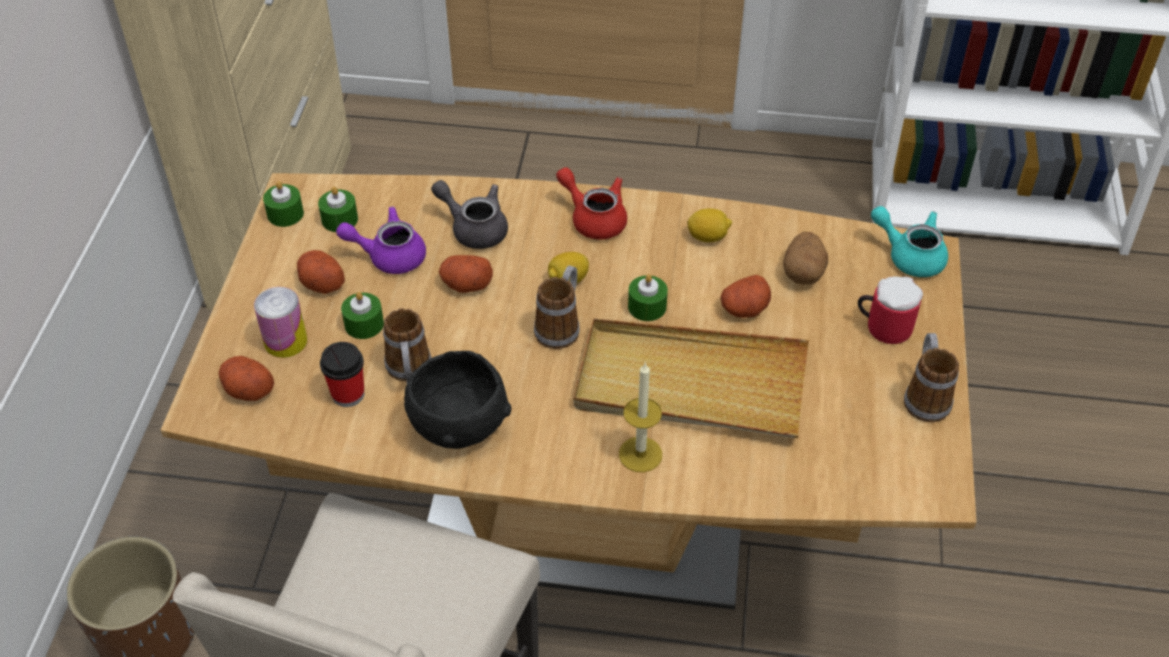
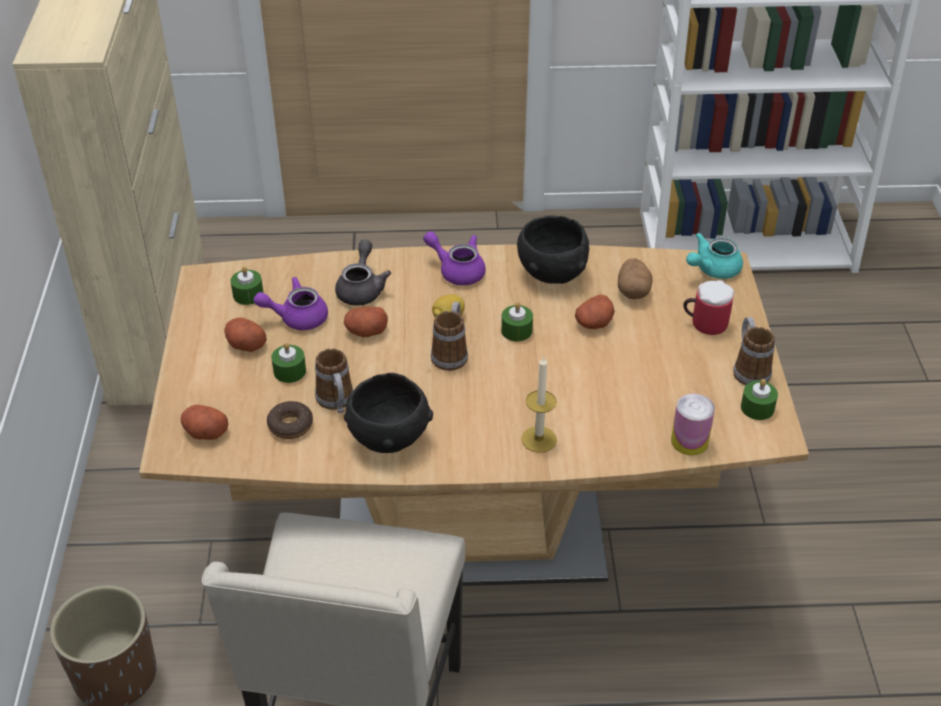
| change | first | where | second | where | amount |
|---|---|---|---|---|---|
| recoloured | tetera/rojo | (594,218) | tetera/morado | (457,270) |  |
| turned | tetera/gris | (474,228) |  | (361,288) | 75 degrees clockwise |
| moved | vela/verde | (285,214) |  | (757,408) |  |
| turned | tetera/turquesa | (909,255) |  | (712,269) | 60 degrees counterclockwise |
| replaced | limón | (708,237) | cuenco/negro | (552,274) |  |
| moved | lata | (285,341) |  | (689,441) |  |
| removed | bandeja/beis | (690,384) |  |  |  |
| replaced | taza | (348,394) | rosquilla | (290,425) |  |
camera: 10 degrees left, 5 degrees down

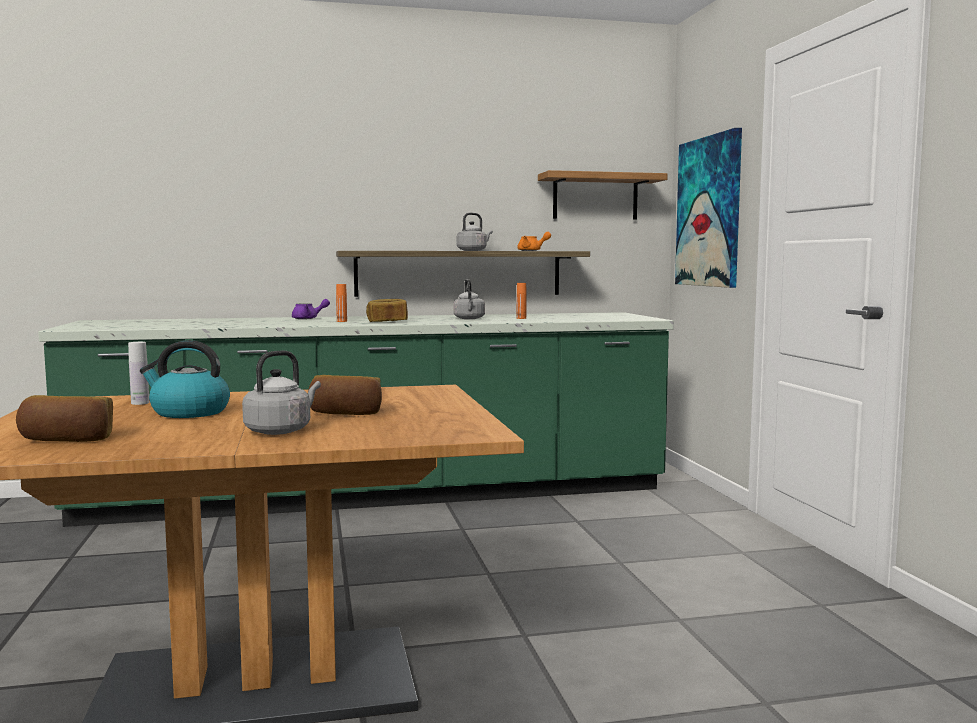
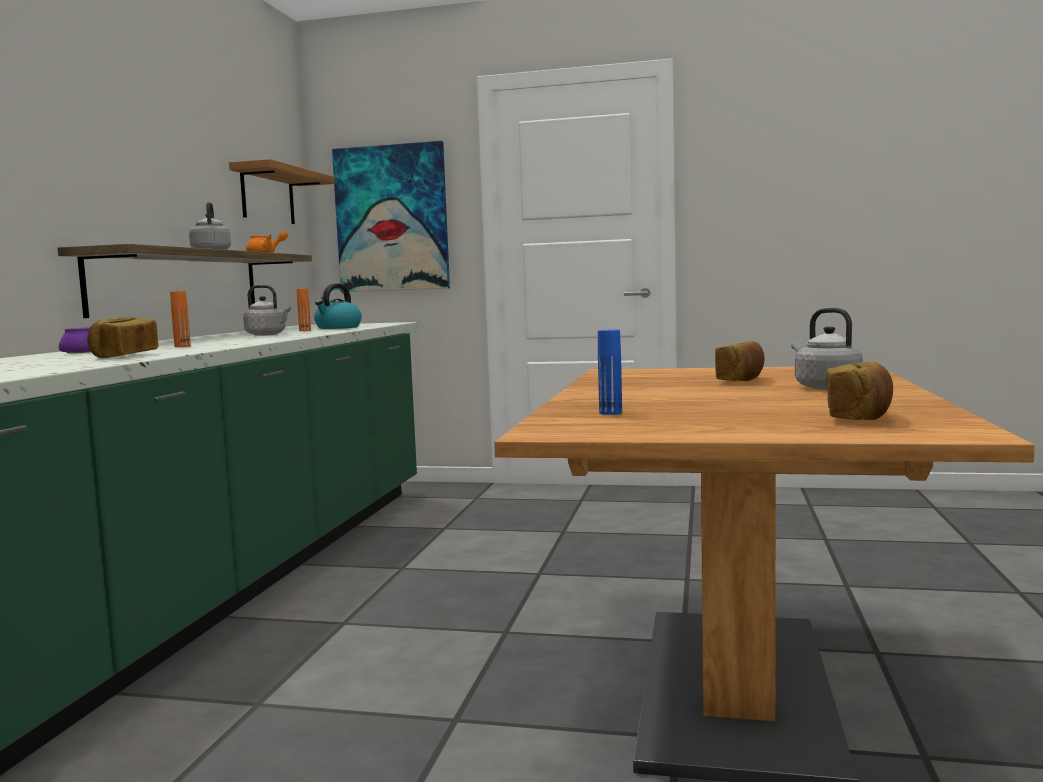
| change | first | where | second | where | amount |
|---|---|---|---|---|---|
| moved | pan | (387,321) |  | (123,356) |  |
| moved | hervidor | (188,412) |  | (338,328) |  |
| recoloured | botella/blanco | (140,403) | botella/azul | (610,413) |  |
camera: 65 degrees left, 0 degrees up

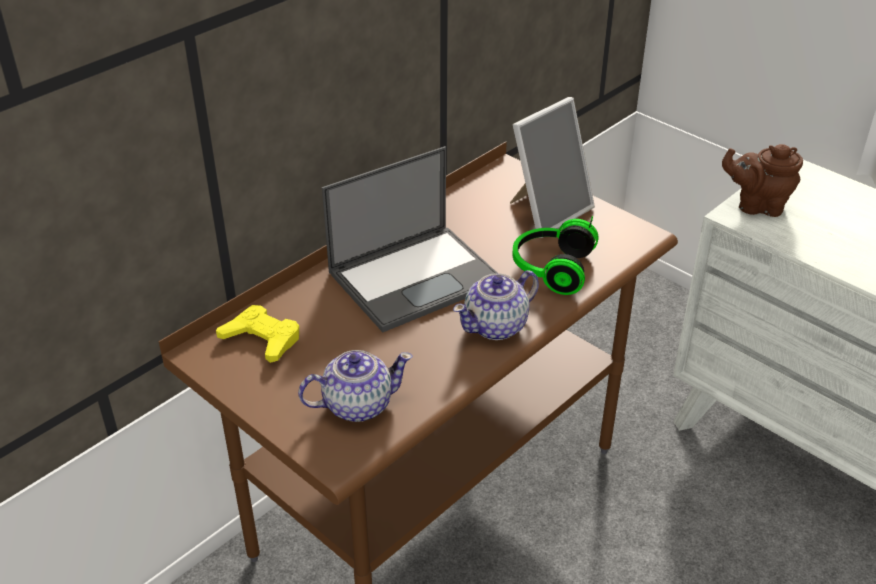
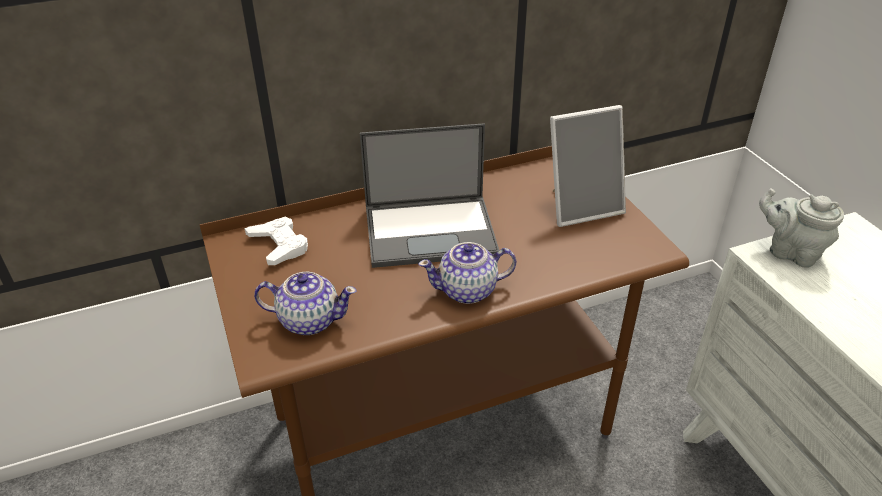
| change | first | where | second | where | amount |
|---|---|---|---|---|---|
| recoloured | tetera/marrón | (757,205) | tetera/gris | (790,252) |  |
| removed | auriculares | (550,269) |  |  |  |
| recoloured | mando de consola/amarillo | (262,339) | mando de consola/blanco | (279,245) |  |
camera: 25 degrees right, 0 degrees up

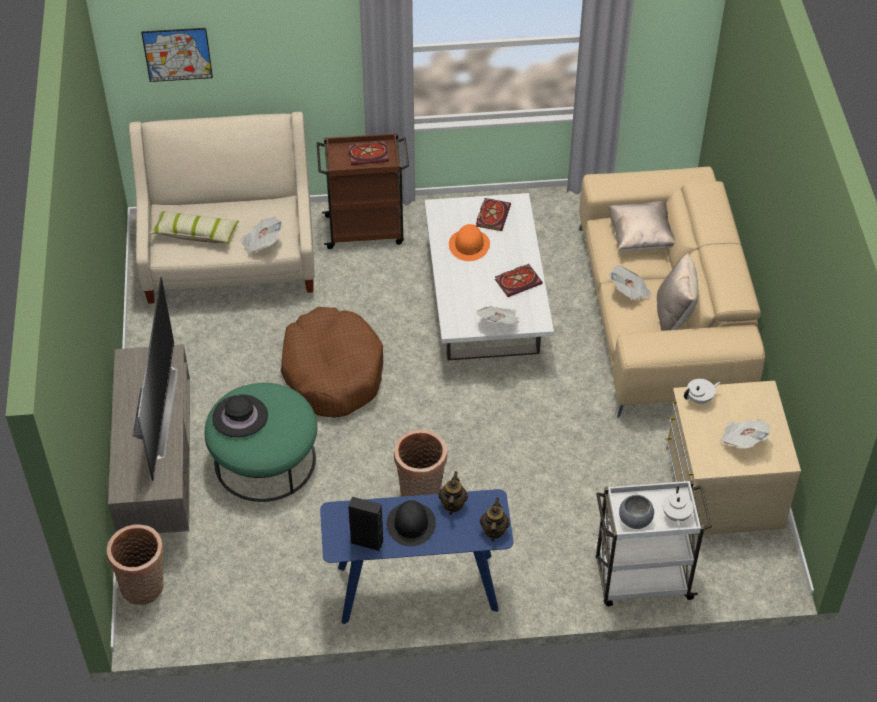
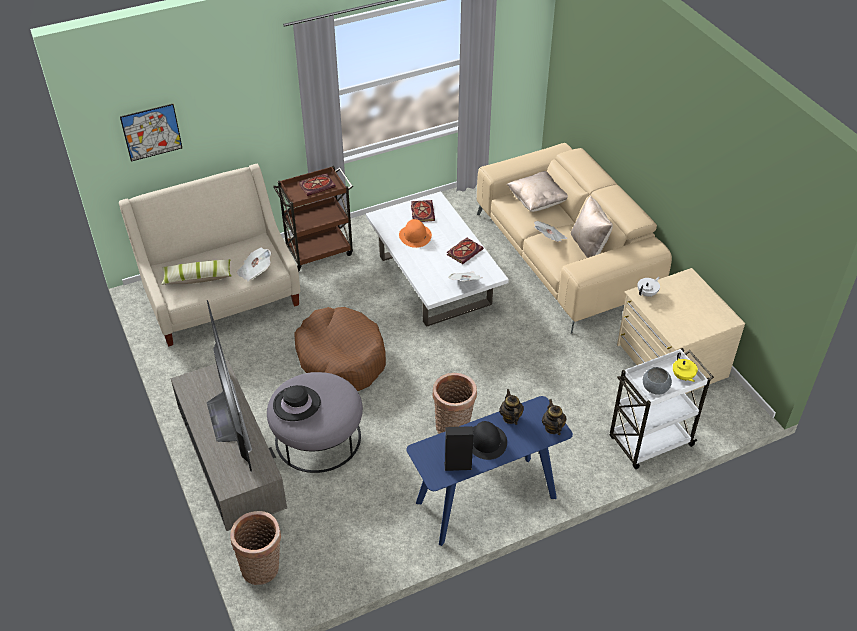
| change | first | where | second | where | amount |
|---|---|---|---|---|---|
| recoloured | puf/verde | (264,460) | puf/gris | (317,438) |  |
| removed | periódico | (742,440) |  |  |  |
| recoloured | tetera/blanco | (676,515) | tetera/amarillo | (682,377) |  |
camera: 20 degrees left, 5 degrees down

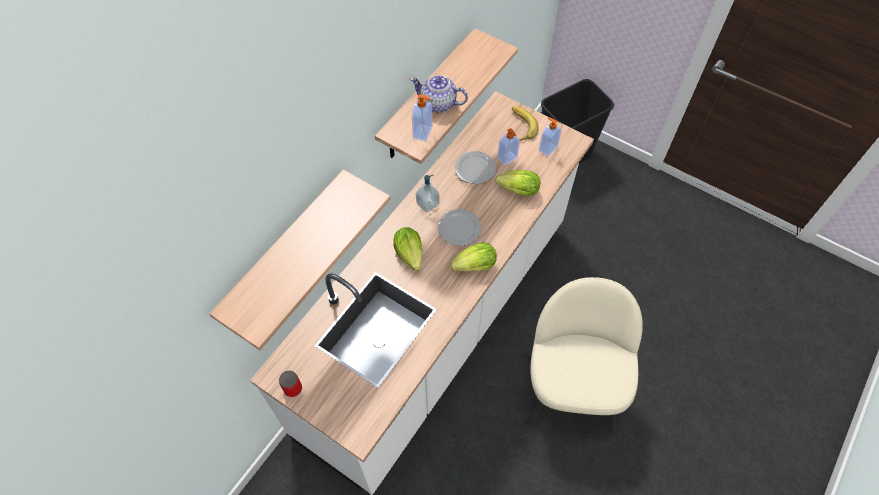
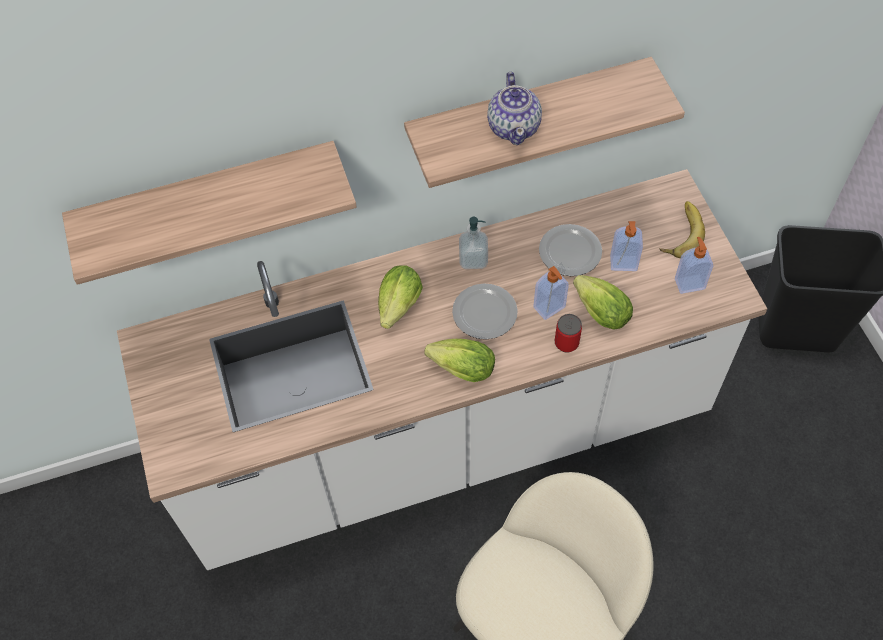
| change | first | where | second | where | amount |
|---|---|---|---|---|---|
| turned | tetera | (438,104) |  | (514,127) | 150 degrees counterclockwise |
| moved | dispensador de jabón | (423,133) |  | (550,308) |  |
| moved | lata | (293,388) |  | (566,343) |  |
camera: 40 degrees right, 0 degrees up

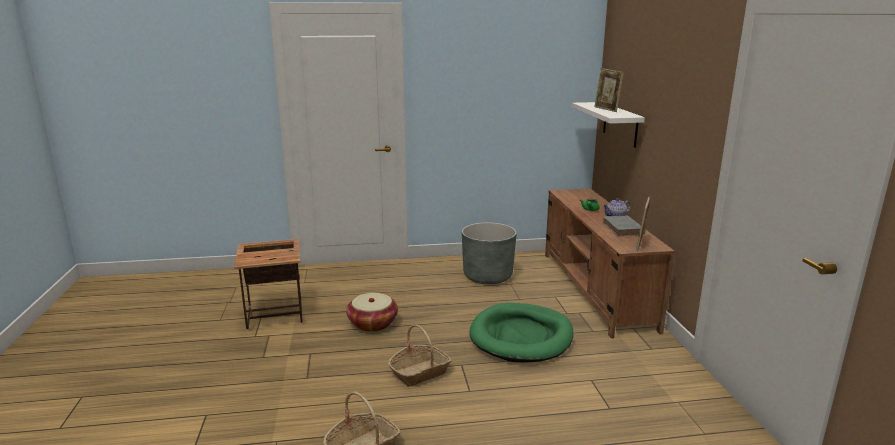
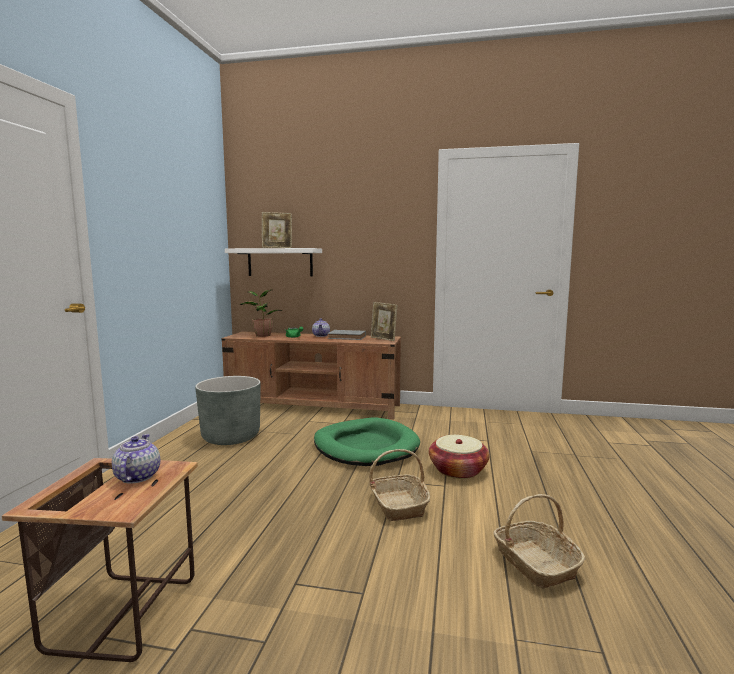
| change | first | where | second | where | amount |
|---|---|---|---|---|---|
| moved | cesta | (373,323) |  | (458,470) |  |
| added |  |  | planta en maceta | (262,335) |  |
| added |  |  | tetera | (136,477) |  |
camera: 70 degrees left, 10 degrees down

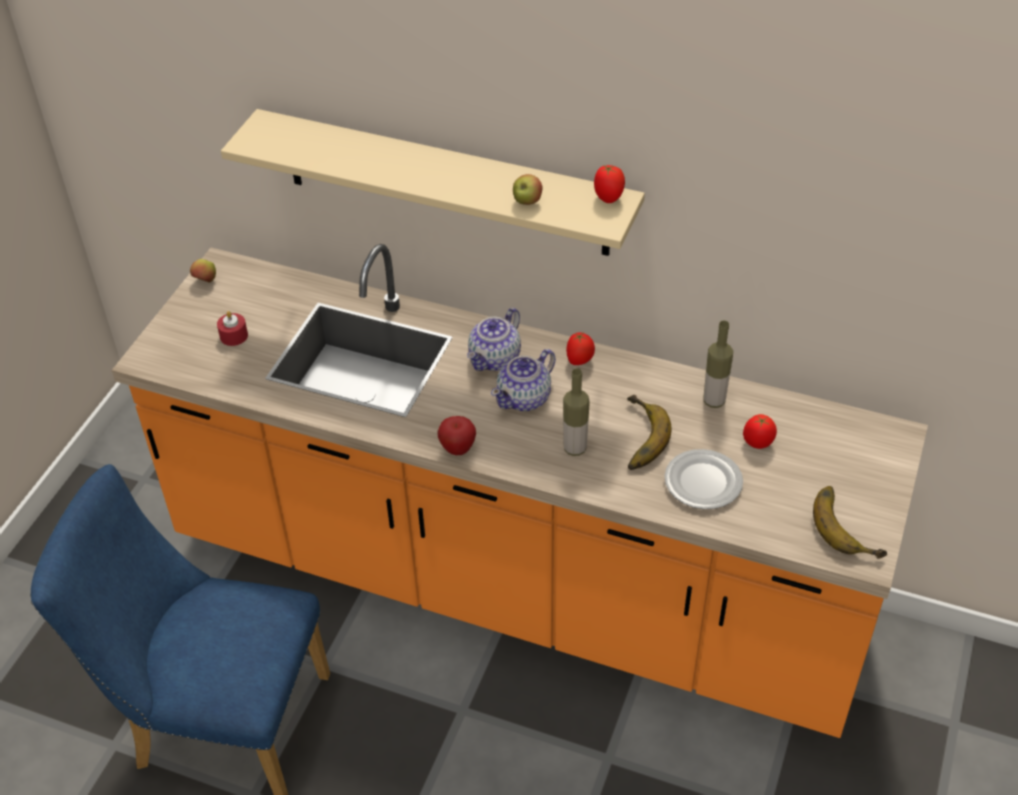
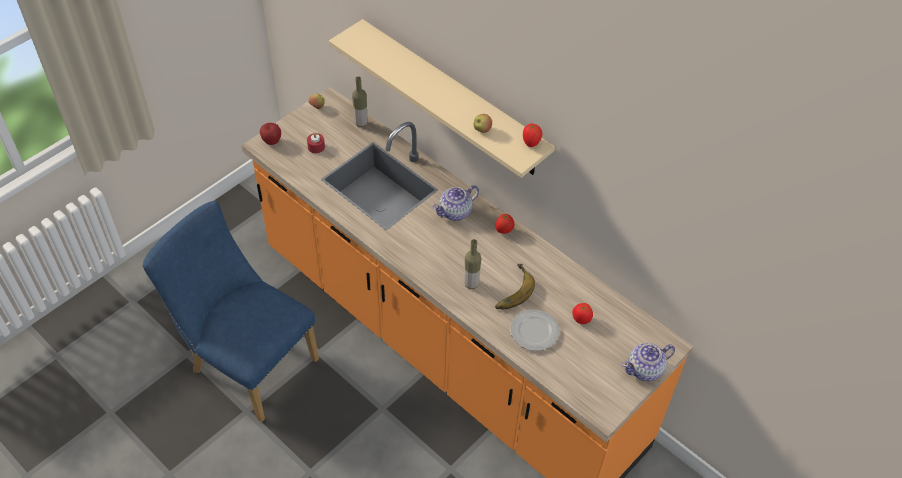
| change | first | where | second | where | amount |
|---|---|---|---|---|---|
| moved | botella | (714,401) |  | (361,123) |  |
| moved | tetera | (525,398) |  | (645,369) |  |
| moved | manzana | (457,449) |  | (272,141) |  |
| removed | plátano | (848,525) |  |  |  |
camera: 20 degrees right, 5 degrees up

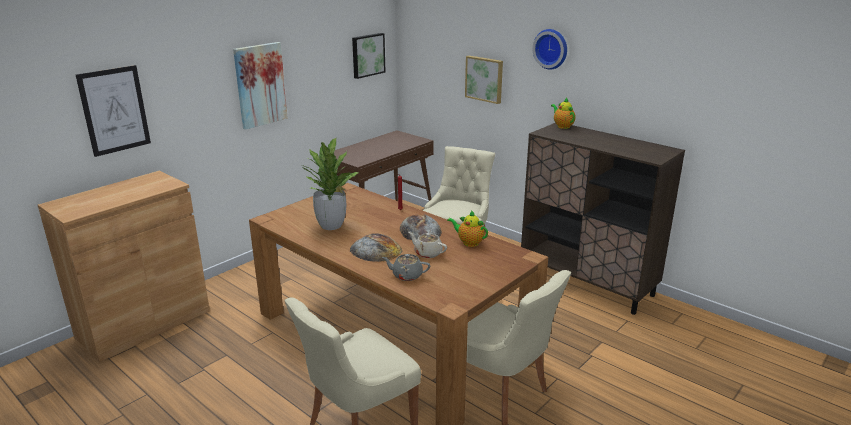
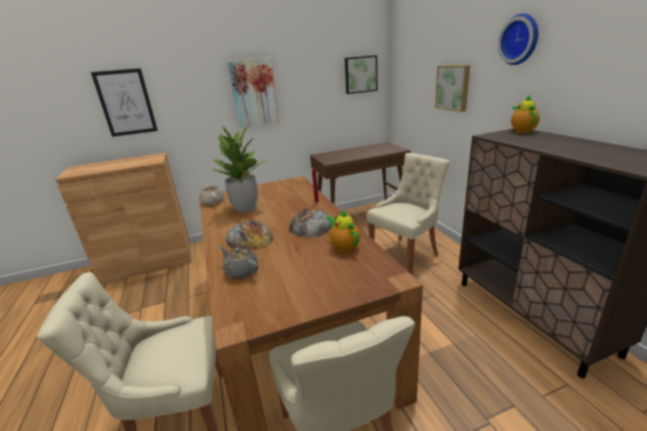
| change | first | where | second | where | amount |
|---|---|---|---|---|---|
| moved | tetera/beis | (427,253) |  | (213,201) |  |
camera: 30 degrees right, 0 degrees up

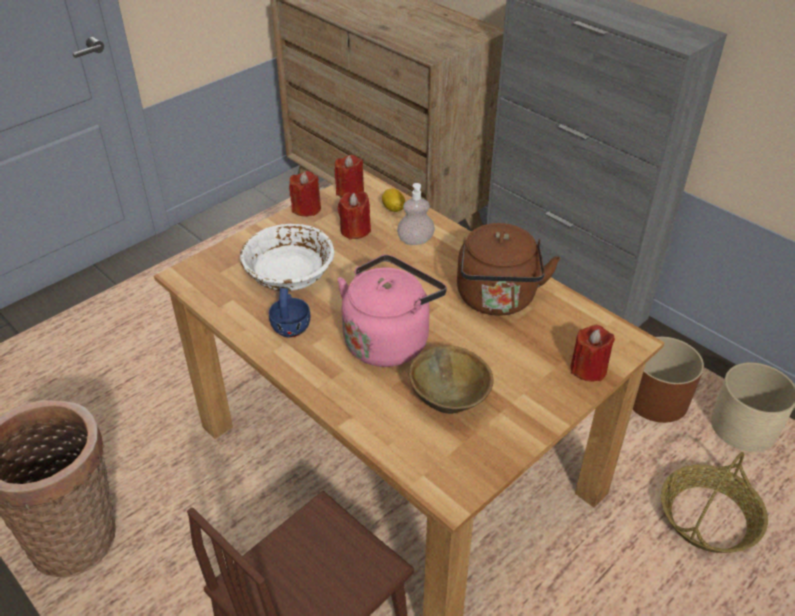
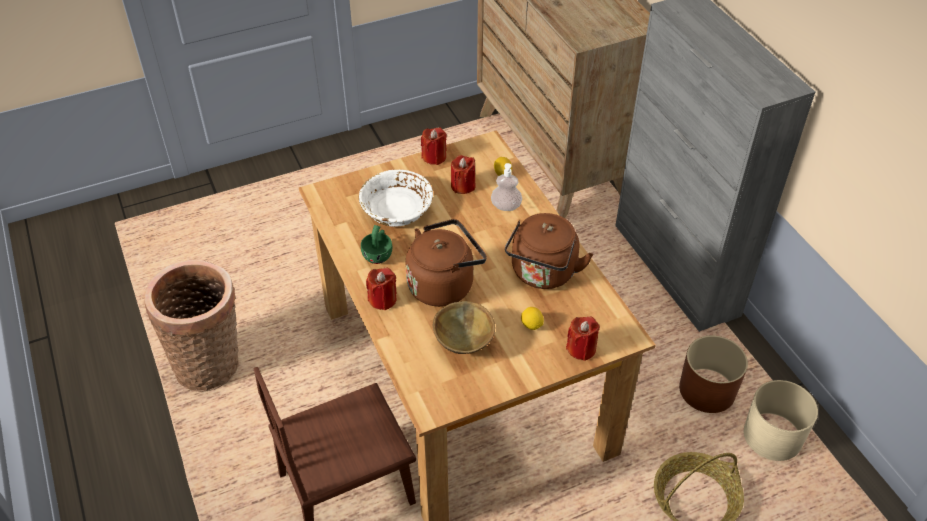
| change | first | where | second | where | amount |
|---|---|---|---|---|---|
| moved | vela/rojo | (350,191) |  | (382,299) |  |
| recoloured | hervidor/rosa | (389,340) | hervidor/marrón | (444,284) |  |
| recoloured | taza/azul | (291,325) | taza/verde | (378,254) |  |
| added |  |  | limón | (531,325) |  |
camera: 20 degrees right, 5 degrees up

